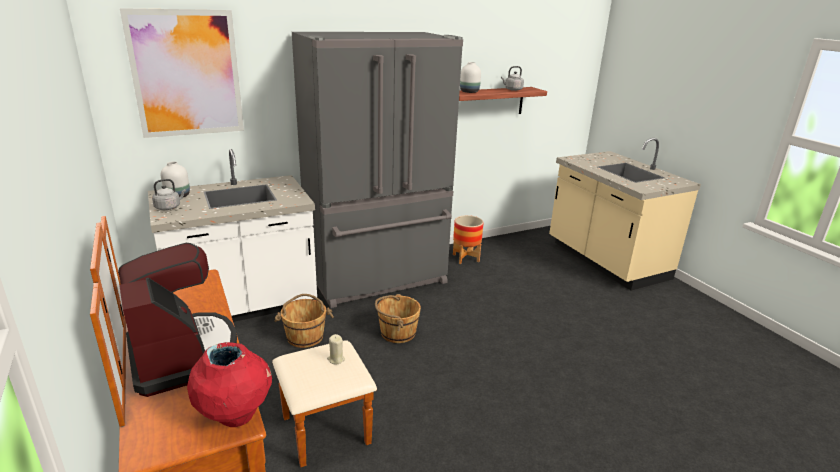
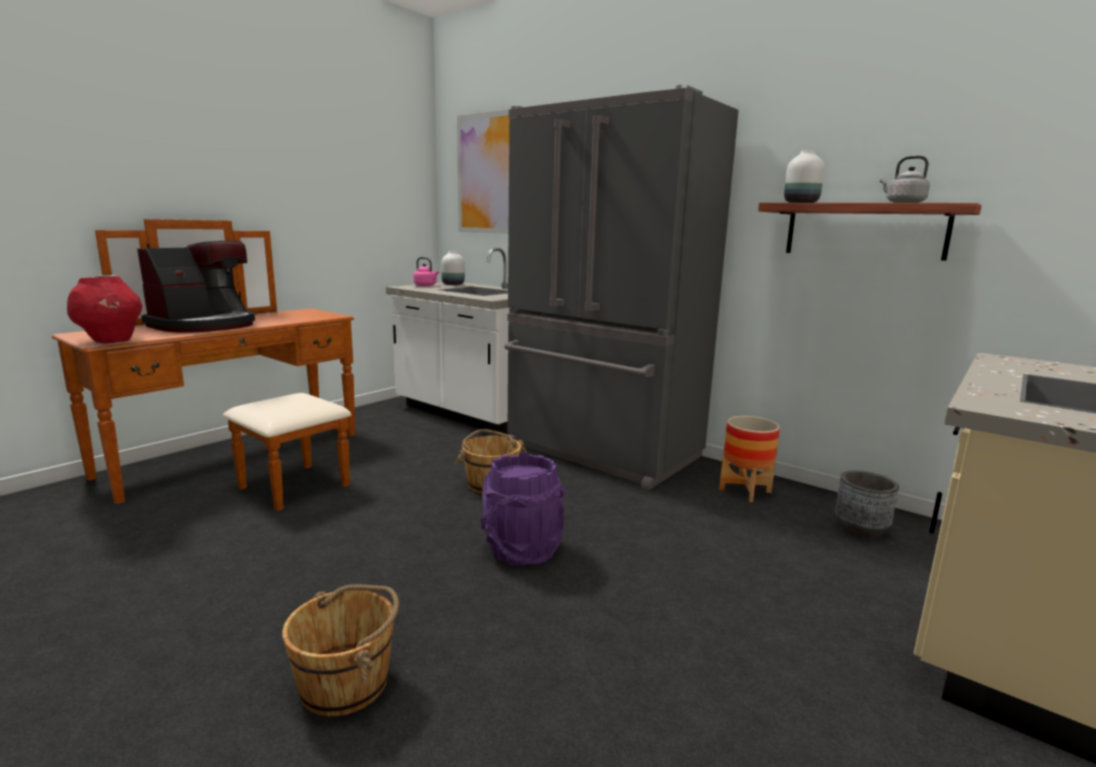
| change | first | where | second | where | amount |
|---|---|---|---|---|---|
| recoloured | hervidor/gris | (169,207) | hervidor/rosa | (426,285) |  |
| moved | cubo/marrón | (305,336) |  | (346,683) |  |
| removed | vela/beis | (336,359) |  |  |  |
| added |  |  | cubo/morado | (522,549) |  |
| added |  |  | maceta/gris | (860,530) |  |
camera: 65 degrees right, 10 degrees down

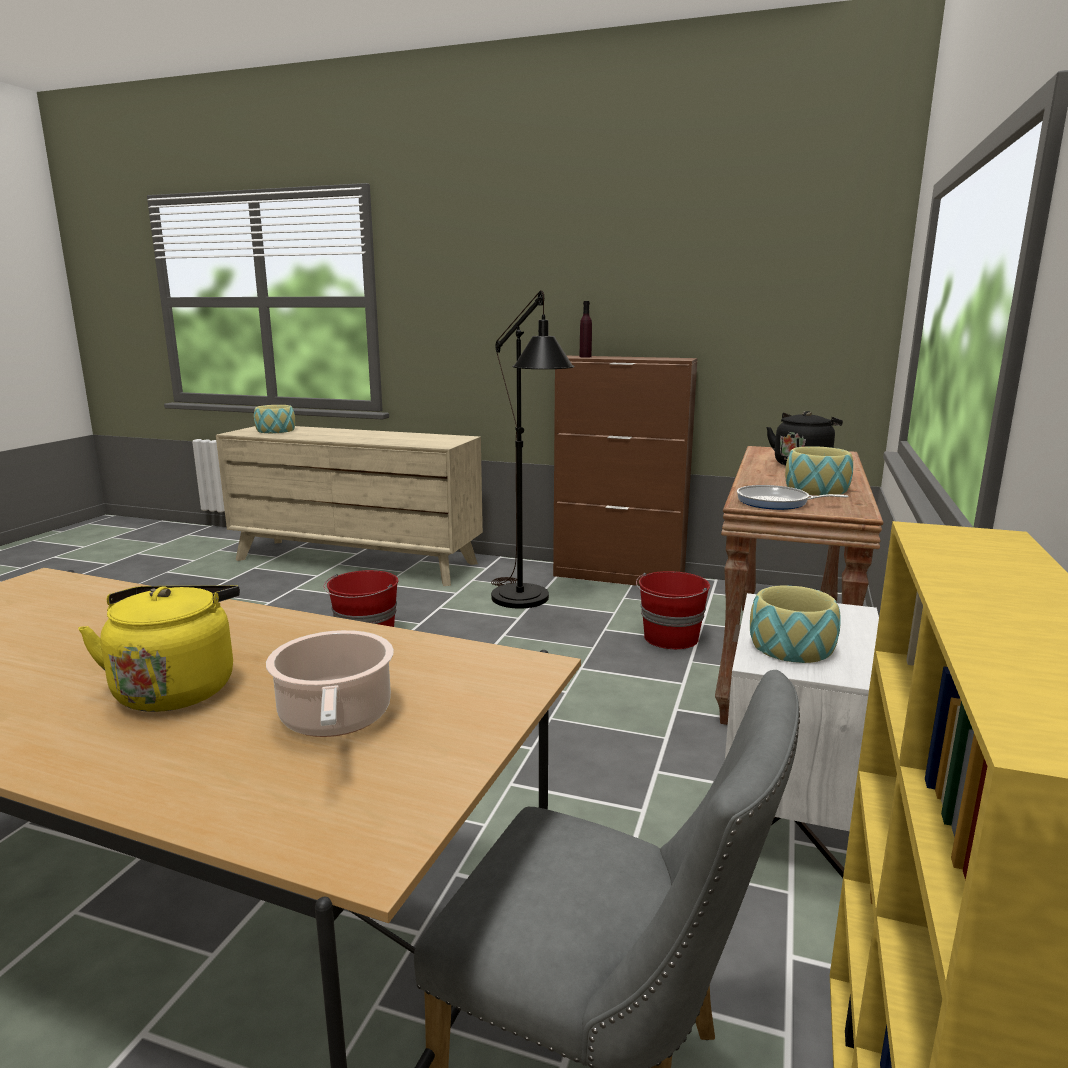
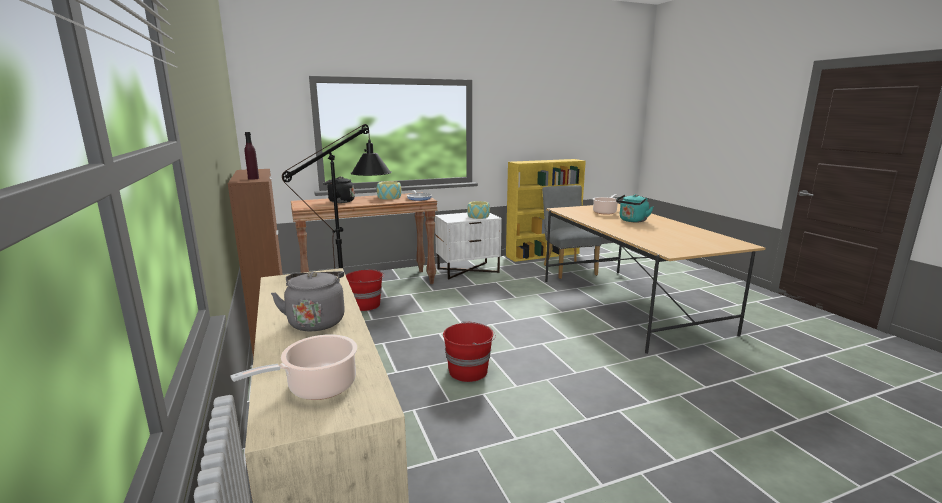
| change | first | where | second | where | amount |
|---|---|---|---|---|---|
| replaced | cuenco | (276,430) | olla | (318,387) |  |
| recoloured | hervidor/amarillo | (177,688) | hervidor/turquesa | (632,221) |  |
| added |  |  | hervidor/gris | (316,321) |  |
camera: 130 degrees left, 0 degrees up

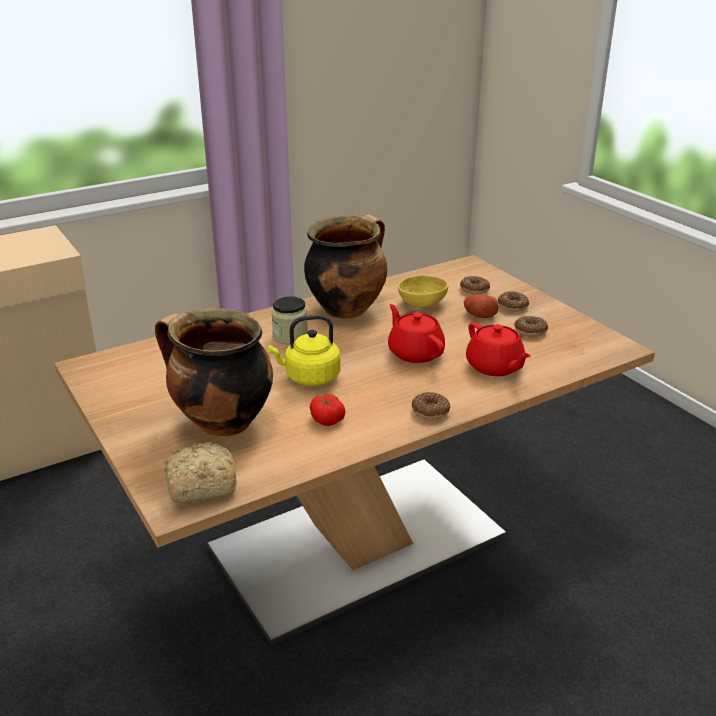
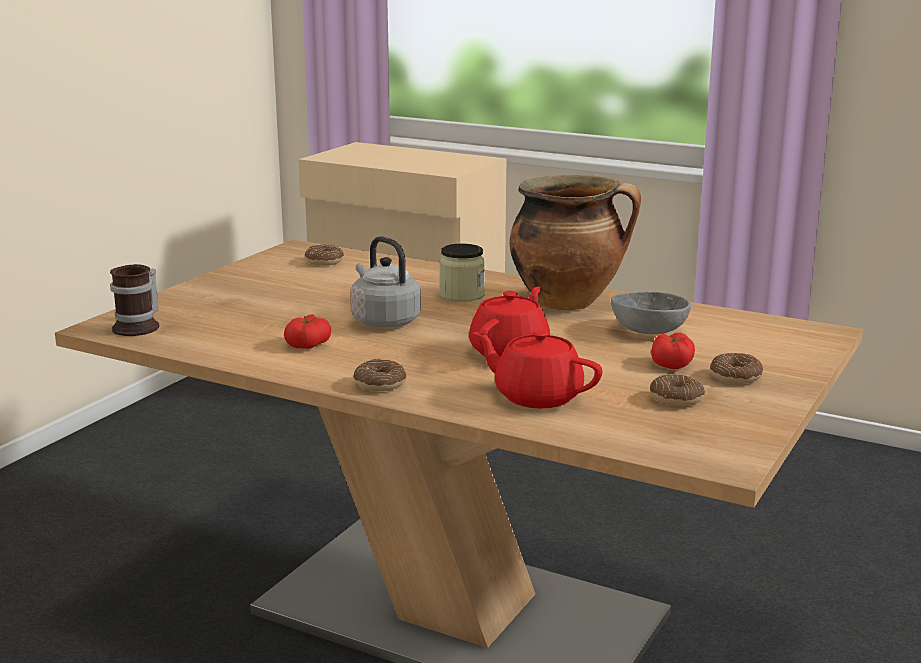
| change | first | where | second | where | amount |
|---|---|---|---|---|---|
| recoloured | cuenco/amarillo | (421,303) | cuenco/gris | (648,330) |  |
| moved | rosquilla | (474,290) |  | (324,261) |  |
| replaced | patata | (479,315) | tomate | (672,363) |  |
| removed | olla | (221,423) |  |  |  |
| recoloured | hervidor/amarillo | (309,377) | hervidor/gris | (383,320) |  |
| turned | tetera/rojo | (495,367) |  | (536,396) | 90 degrees clockwise |
| replaced | pan | (199,485) | taza grande | (140,327) |  |
camera: 60 degrees right, 10 degrees down

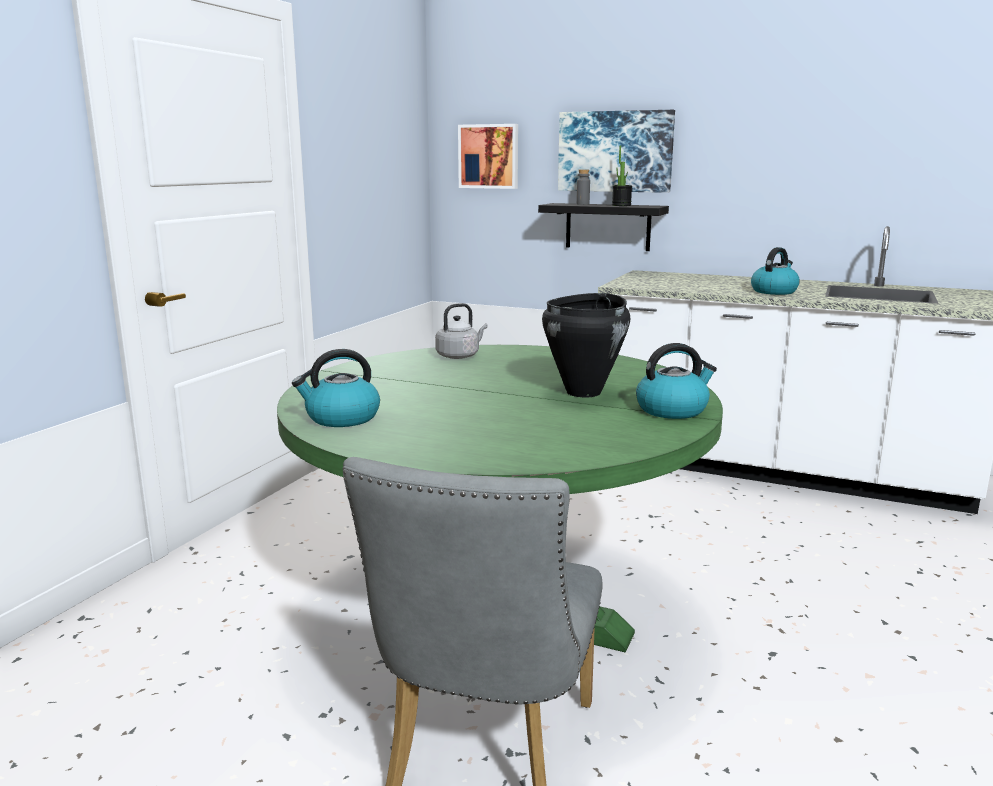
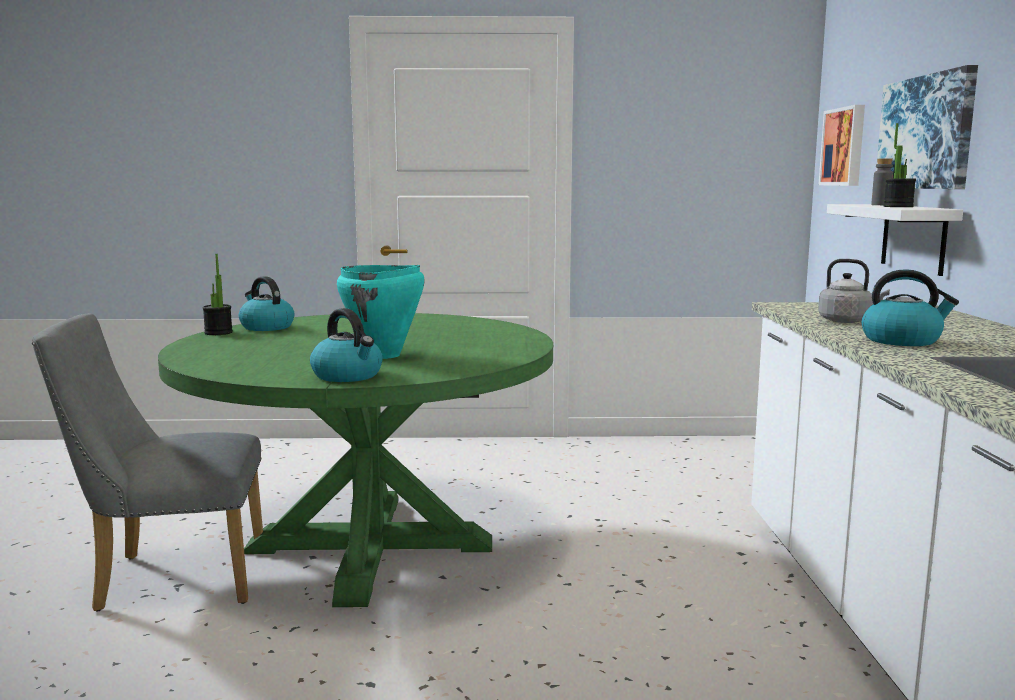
| change | first | where | second | where | amount |
|---|---|---|---|---|---|
| recoloured | estante/negro | (608,226) | estante/blanco | (913,238) |  |
| recoloured | olla/negro | (584,392) | olla/turquesa | (383,355) |  |
| moved | hervidor/gris | (459,356) |  | (847,321) |  |
| added |  |  | planta en maceta | (218,333) |  |
camera: 65 degrees right, 5 degrees down

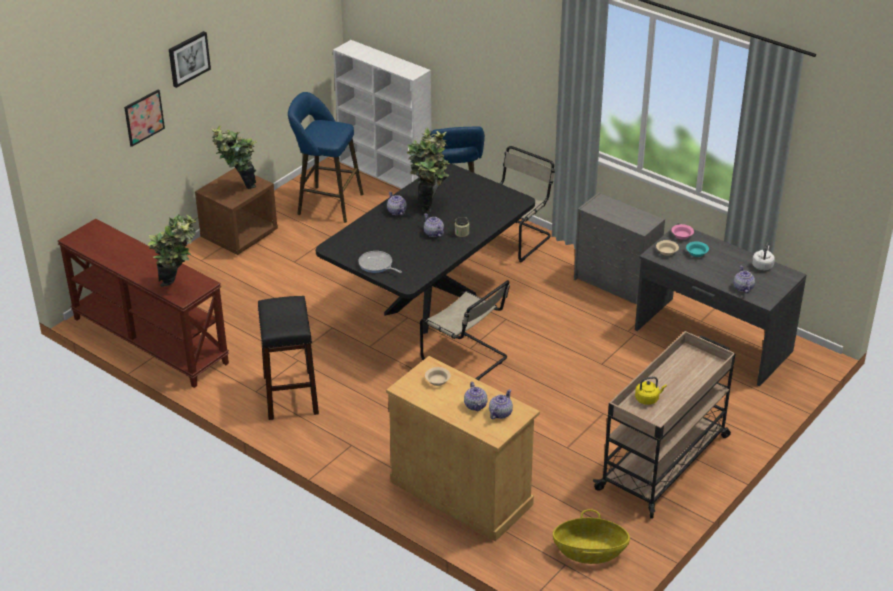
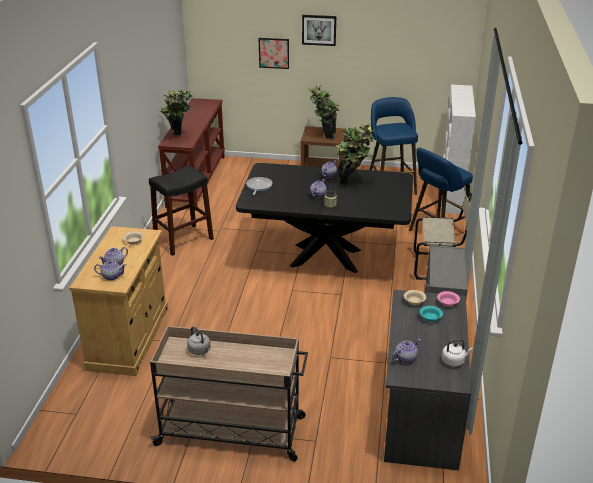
| change | first | where | second | where | amount |
|---|---|---|---|---|---|
| removed | silla/beis | (467,360) |  |  |  |
| recoloured | hervidor/amarillo | (648,399) | hervidor/gris | (200,351) |  |
| removed | cesta | (590,552) |  |  |  |
camera: 60 degrees right, 5 degrees down

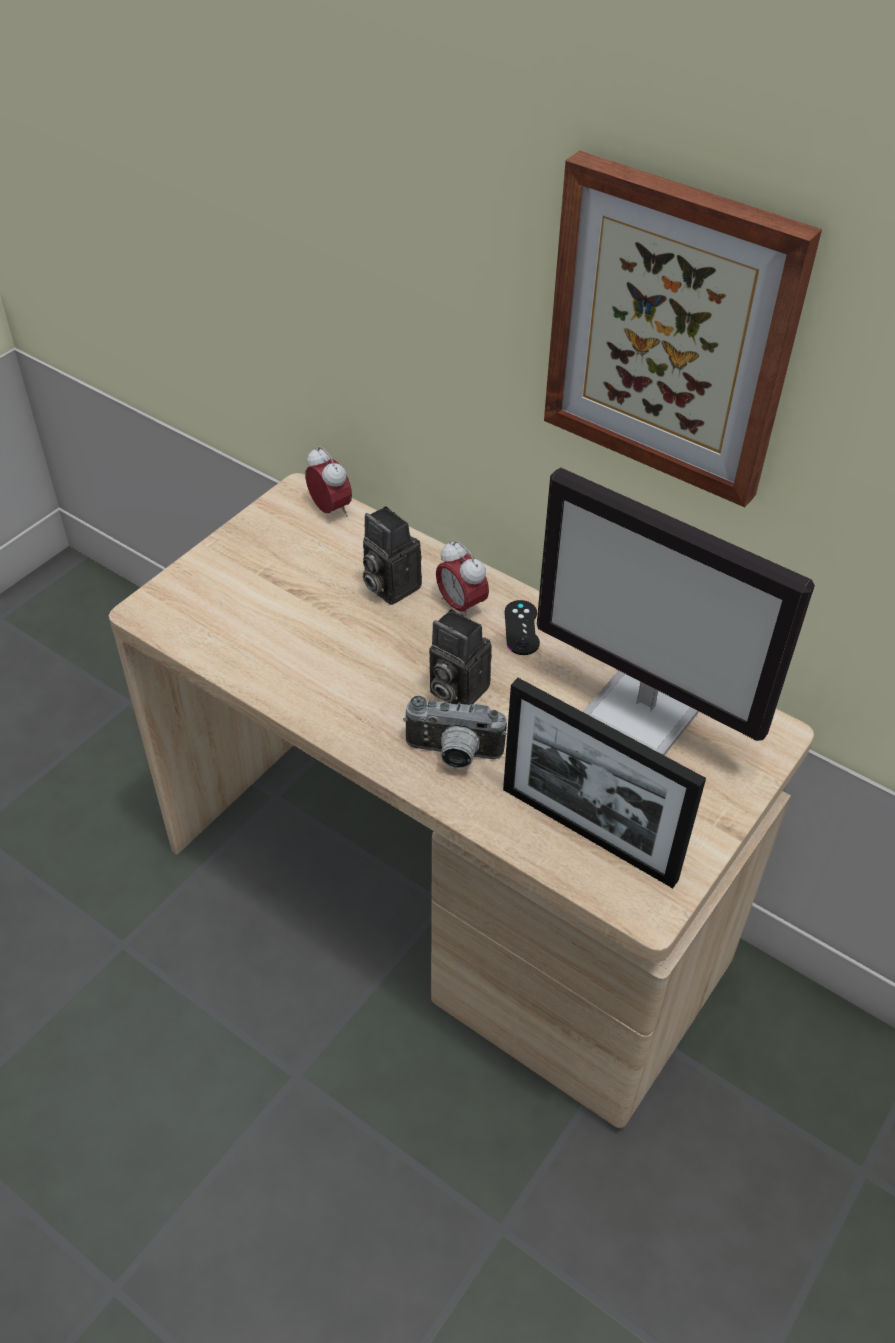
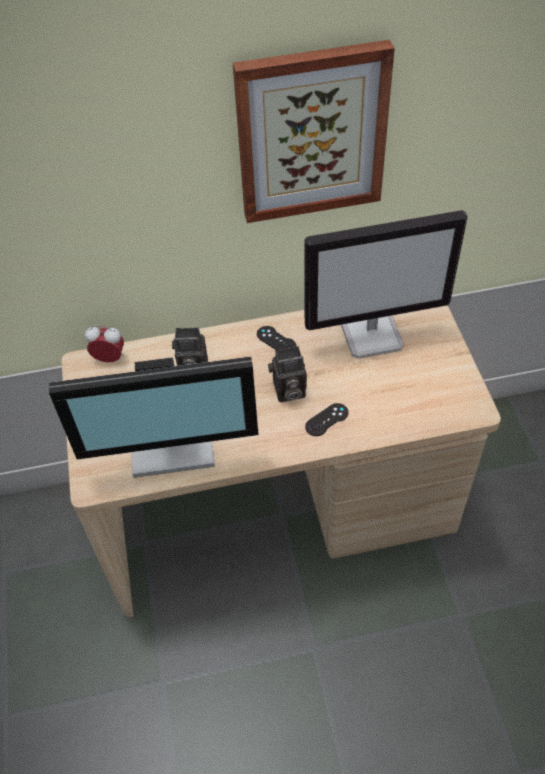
| change | first | where | second | where | amount |
|---|---|---|---|---|---|
| removed | despertador | (461,606) |  |  |  |
| removed | portarretratos | (588,833) |  |  |  |
| replaced | cámara | (453,755) | mando de consola/negro | (326,420) |  |
| added |  |  | monitor | (173,442) |  |
camera: 45 degrees left, 5 degrees up

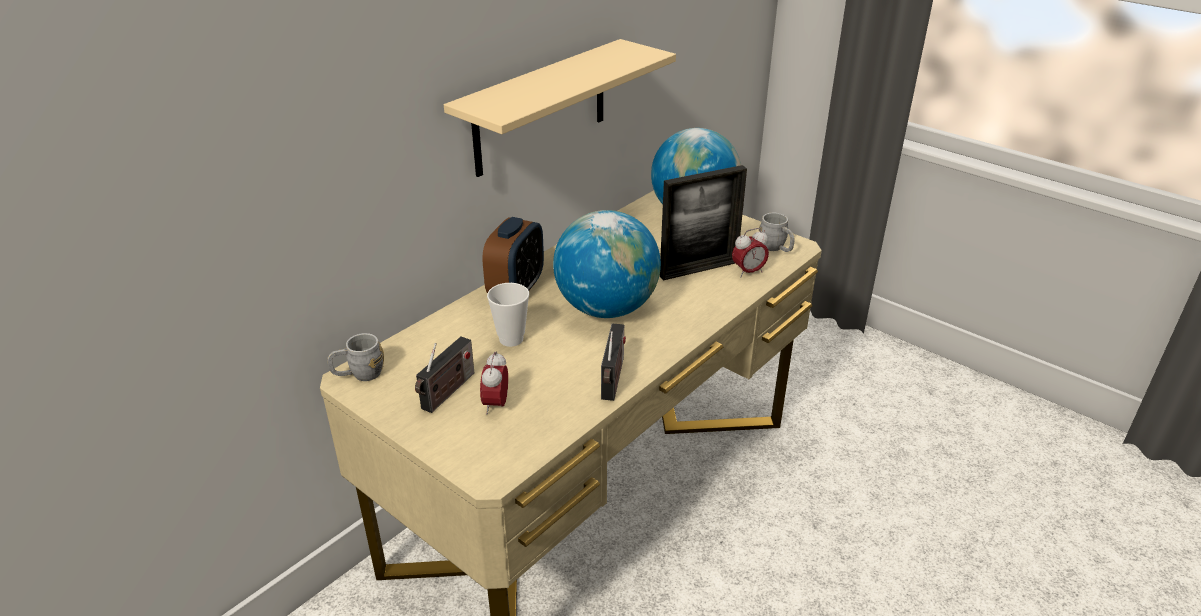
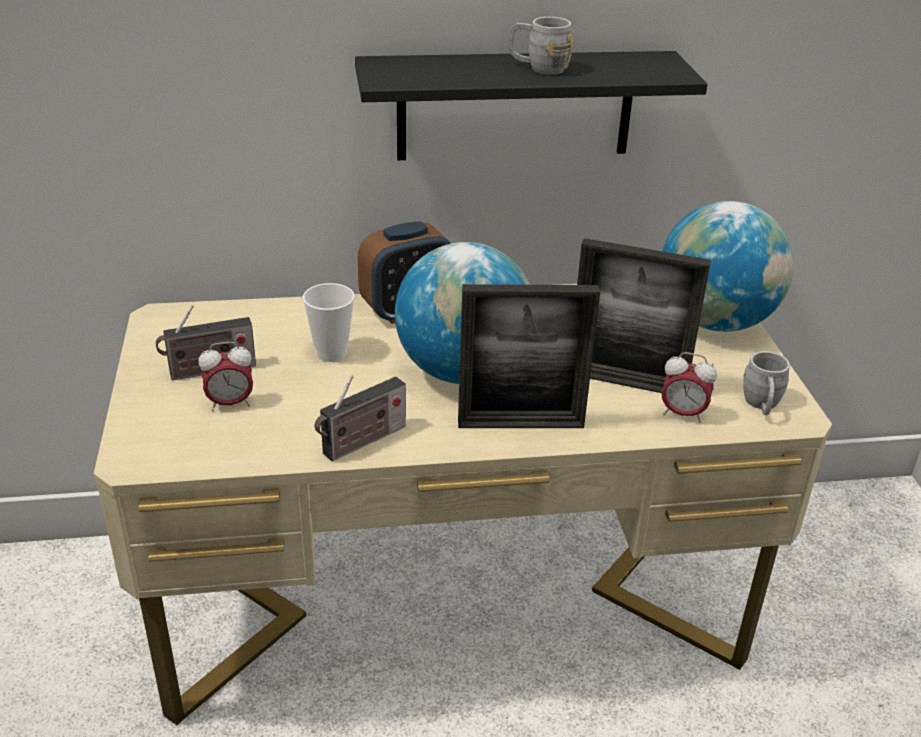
| change | first | where | second | where | amount |
|---|---|---|---|---|---|
| recoloured | estante/beis | (541,108) | estante/negro | (515,105) |  |
| moved | taza grande/gris | (359,375) |  | (538,68) |  |
| turned | despertador | (496,404) |  | (230,403) | 150 degrees counterclockwise |
| added |  |  | portarretratos | (520,424) |  |
camera: 40 degrees right, 0 degrees up

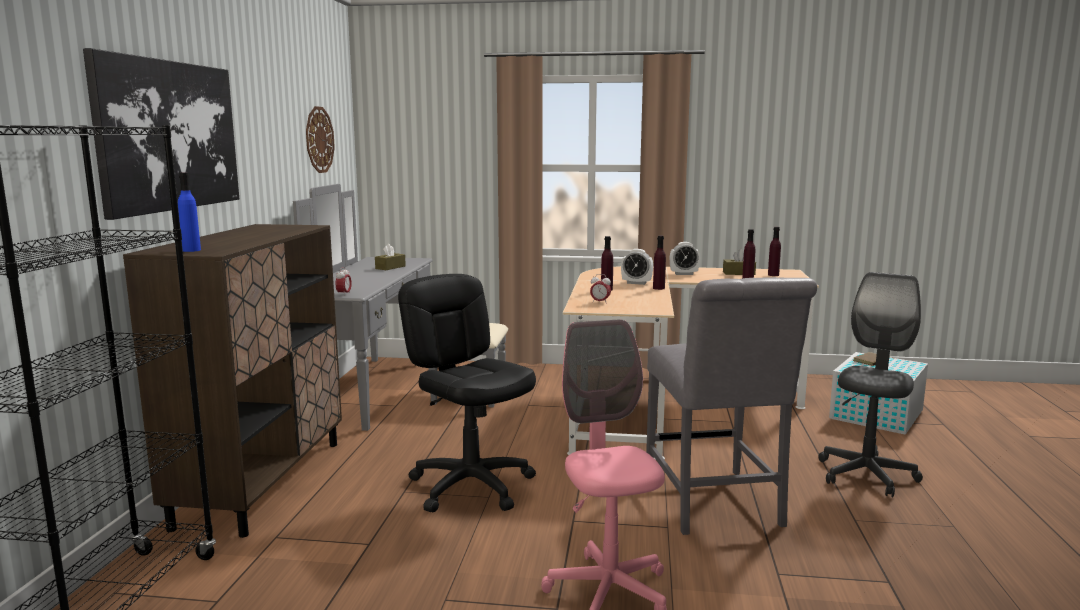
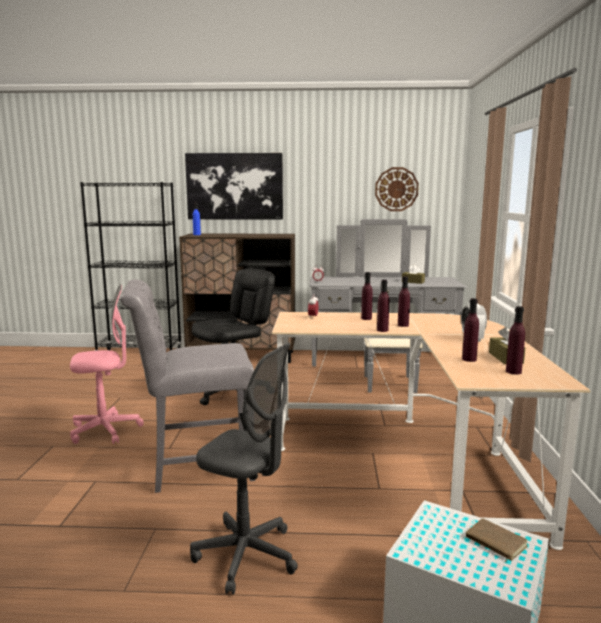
| change | first | where | second | where | amount |
|---|---|---|---|---|---|
| replaced | despertador | (636,283) | botella/morado | (403,325) |  |
camera: 85 degrees right, 0 degrees up

